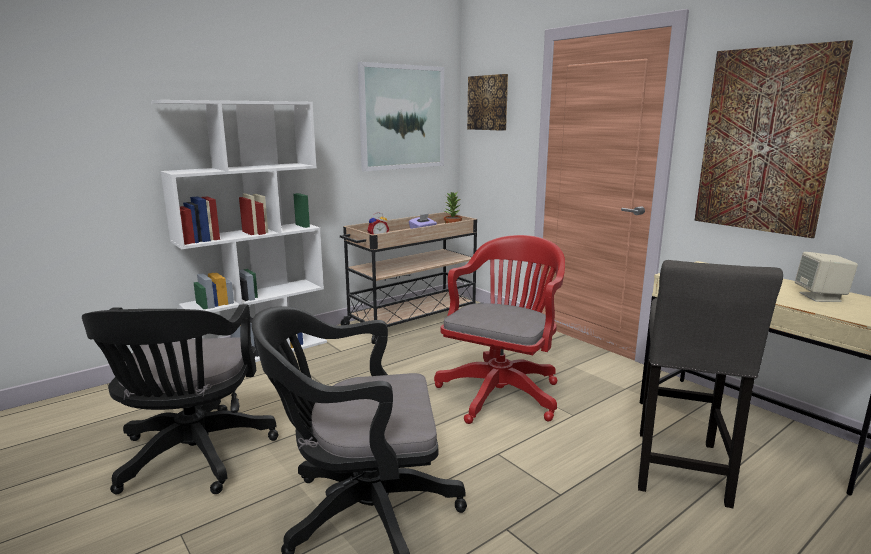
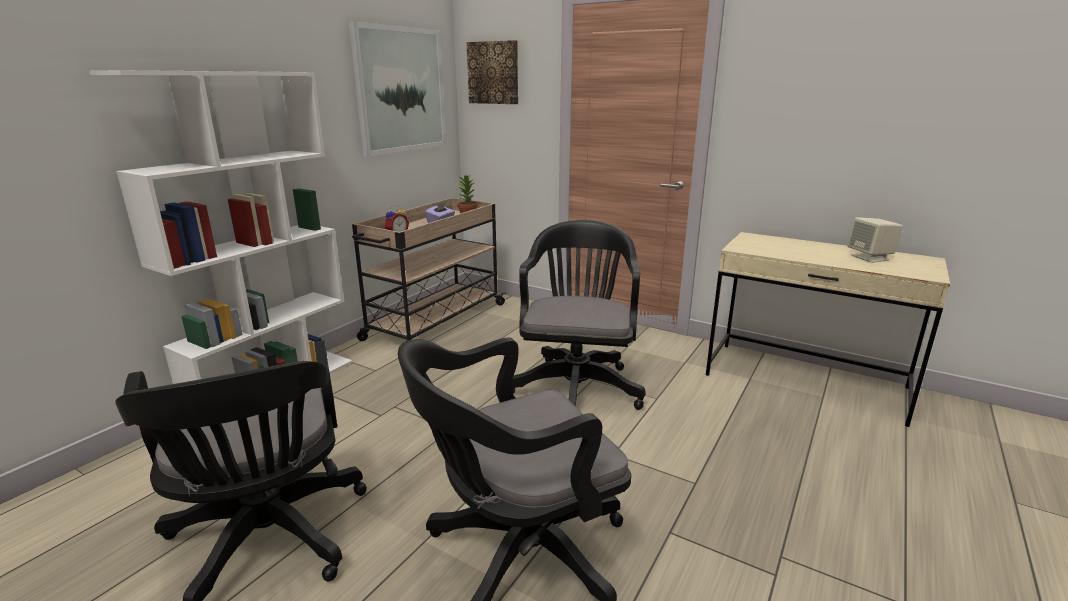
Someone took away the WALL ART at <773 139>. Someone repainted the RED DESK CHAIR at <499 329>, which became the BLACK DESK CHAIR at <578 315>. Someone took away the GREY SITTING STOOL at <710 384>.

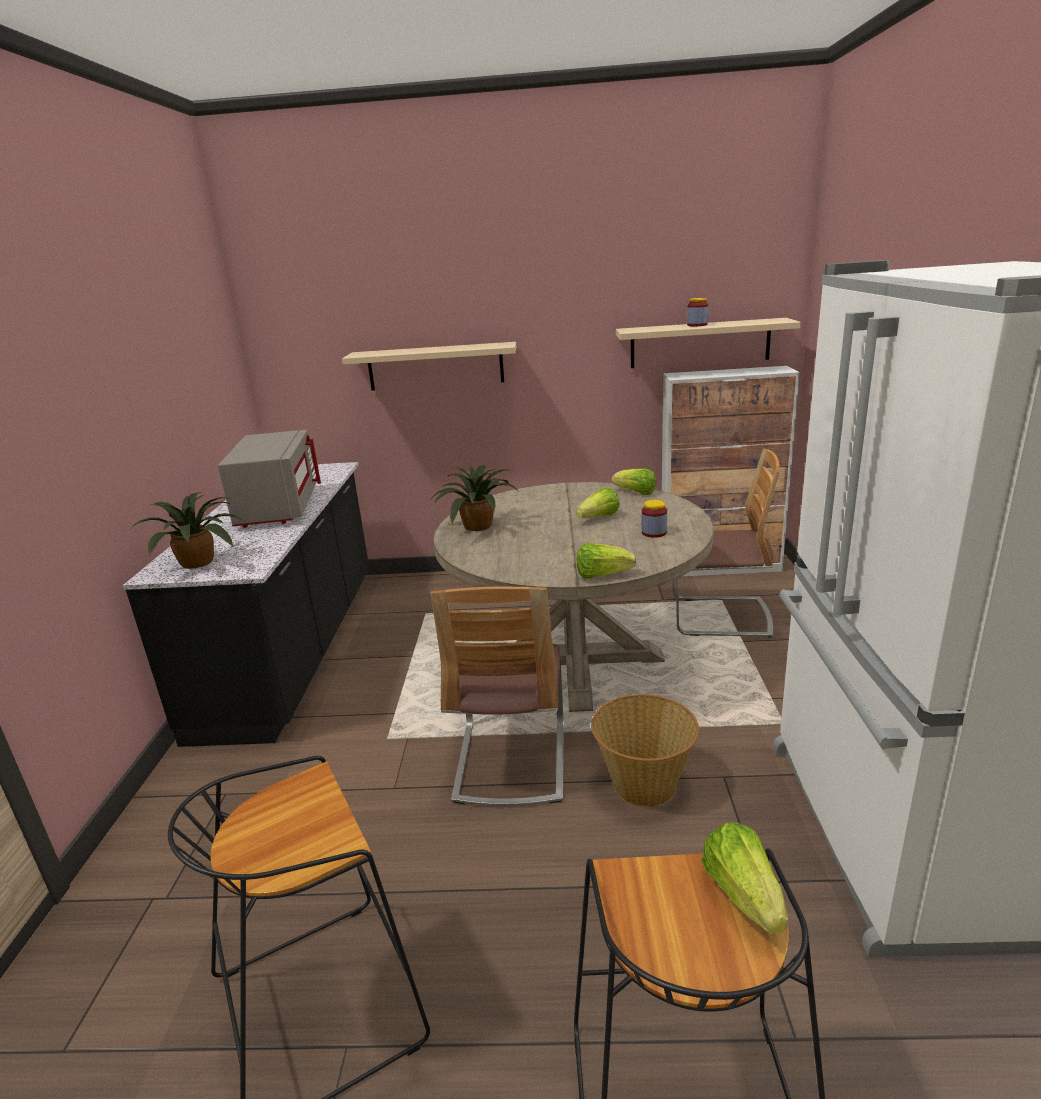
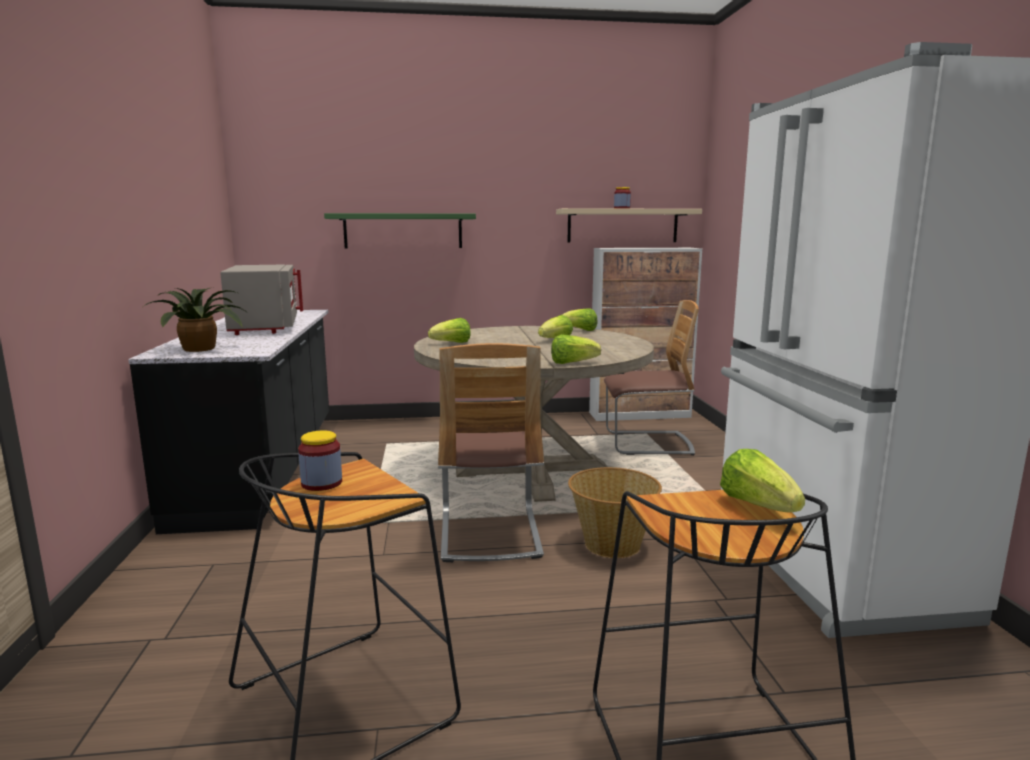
Someone repainted the BEIGE SHELF at <429 366>, which became the GREEN-COLOURED SHELF at <400 230>. Someone swapped the POTTED PLANT at <474 498> for the LETTUCE at <449 330>. Someone carried the JAR from <654 519> to <320 460>.

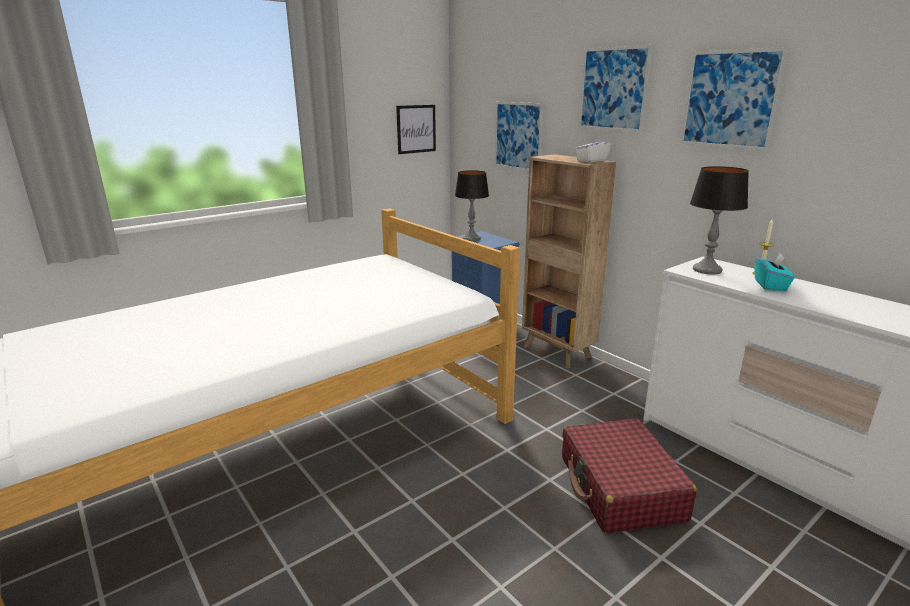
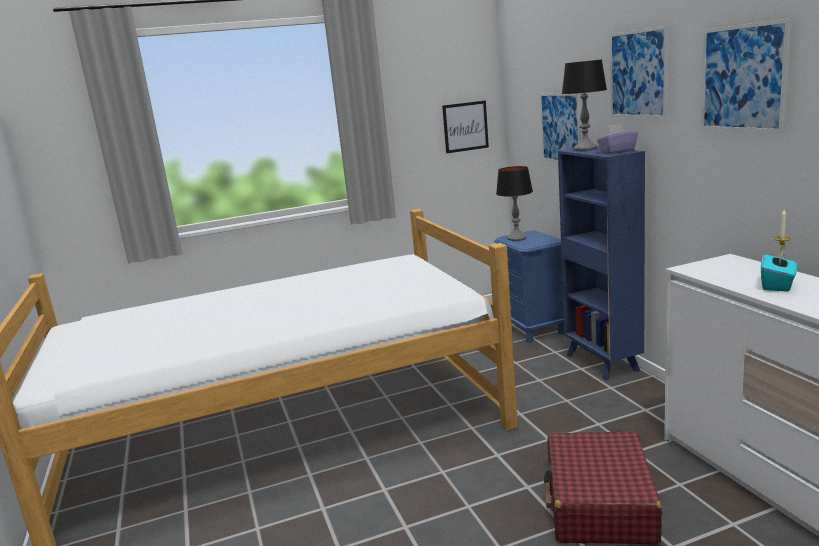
Someone repainted the WHITE-COLOURED BOX OF TISSUES at <593 148>, which became the PURPLISH BOX OF TISSUES at <617 139>. Someone repainted the BROWN-COLOURED SHELVING UNIT at <569 261>, which became the BLUE SHELVING UNIT at <601 263>. Someone carried the LAMP FOR A TABLE from <719 220> to <584 105>.

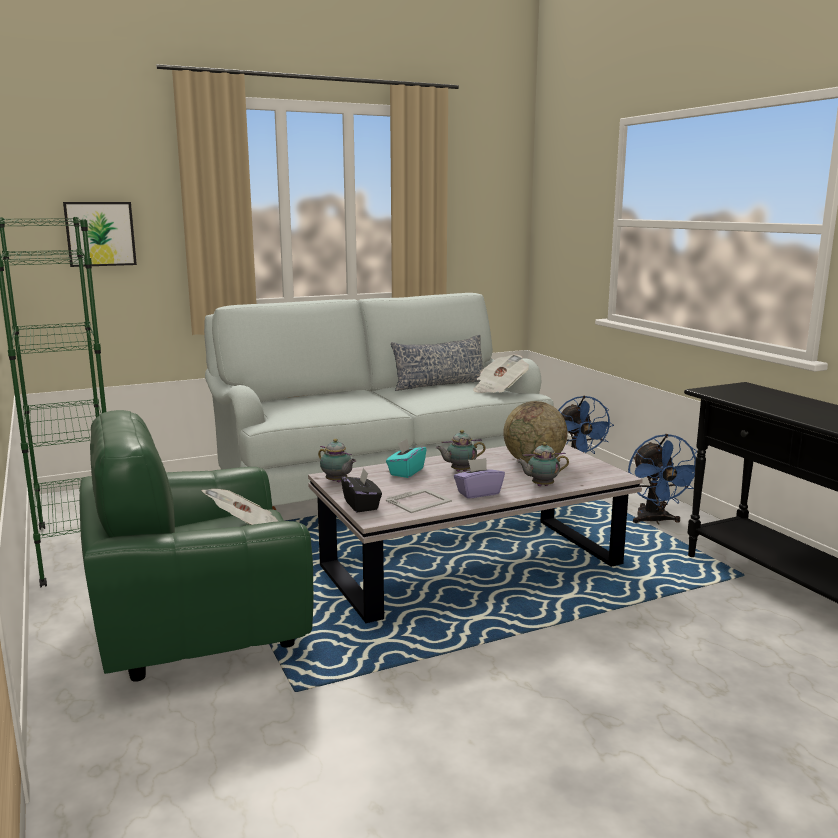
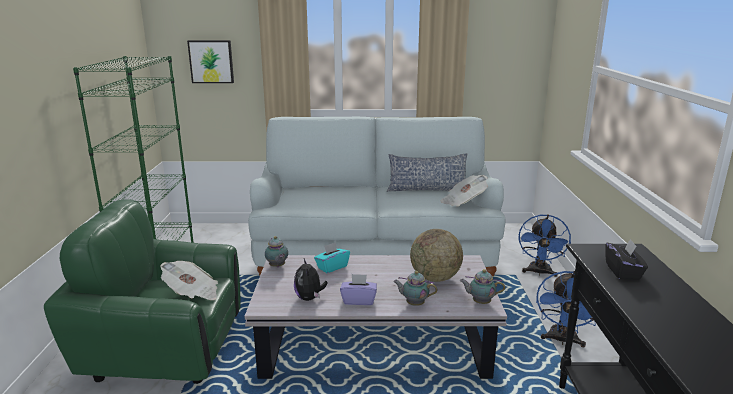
Someone carried the TEA POT from <461 451> to <482 286>. Someone carried the BLACK BOX OF TISSUES from <361 490> to <626 259>. Someone swapped the PHOTO FRAME at <419 501> for the PLUSH TOY at <311 279>.

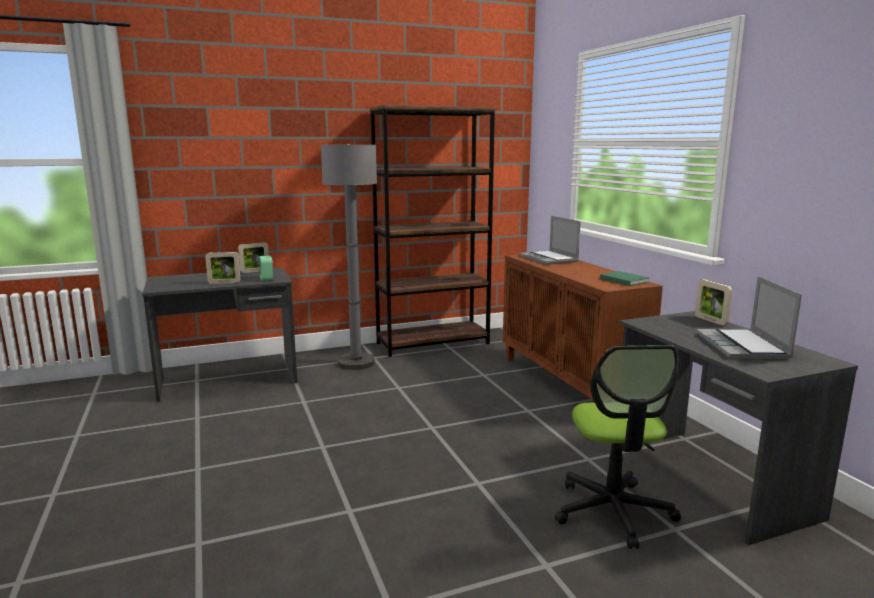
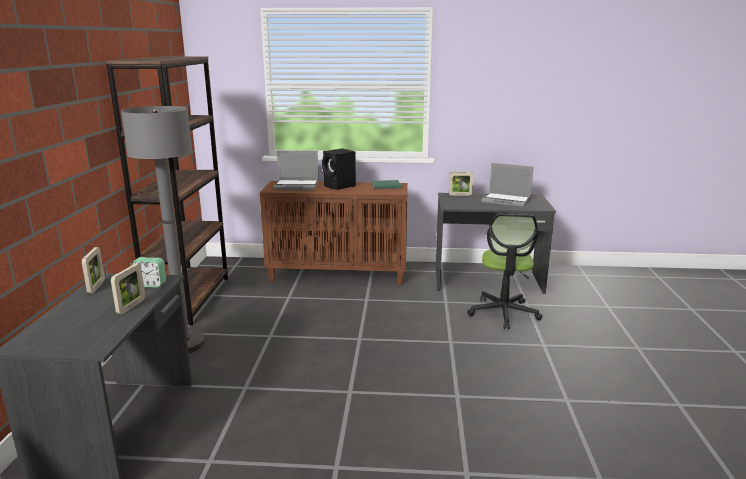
Someone rotated the DESK CHAIR at <618 447> by 75 degrees clockwise. Someone put down the BLACK SPEAKER at <339 169>.

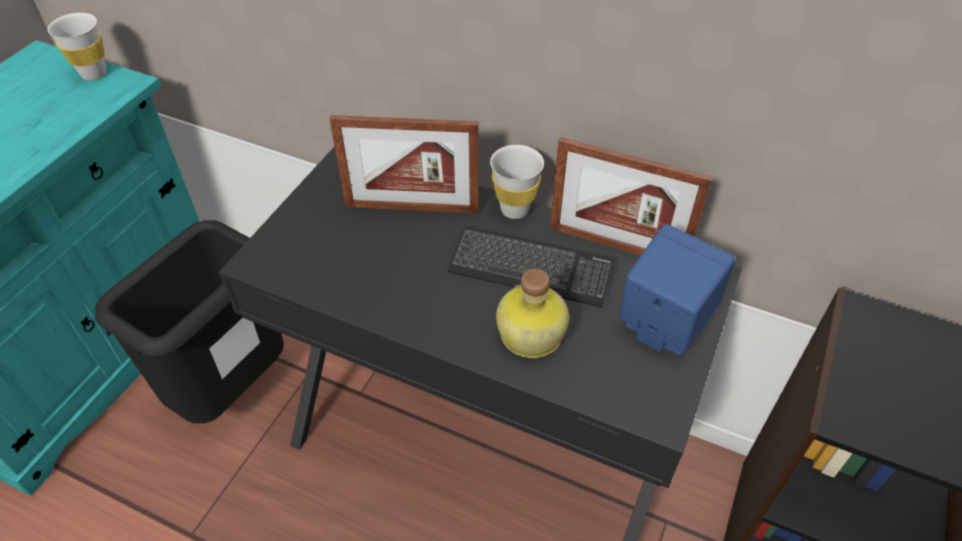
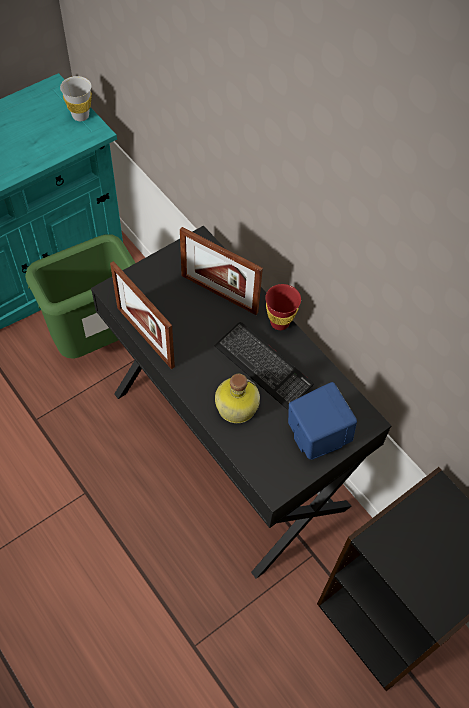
Someone carried the PHOTO FRAME from <631 196> to <142 315>. Someone repainted the WHITE-COLOURED CUP at <517 182>, which became the RED CUP at <283 307>. Someone repainted the BLACK WASTE BIN at <189 322>, which became the GREEN-COLOURED WASTE BIN at <80 296>.

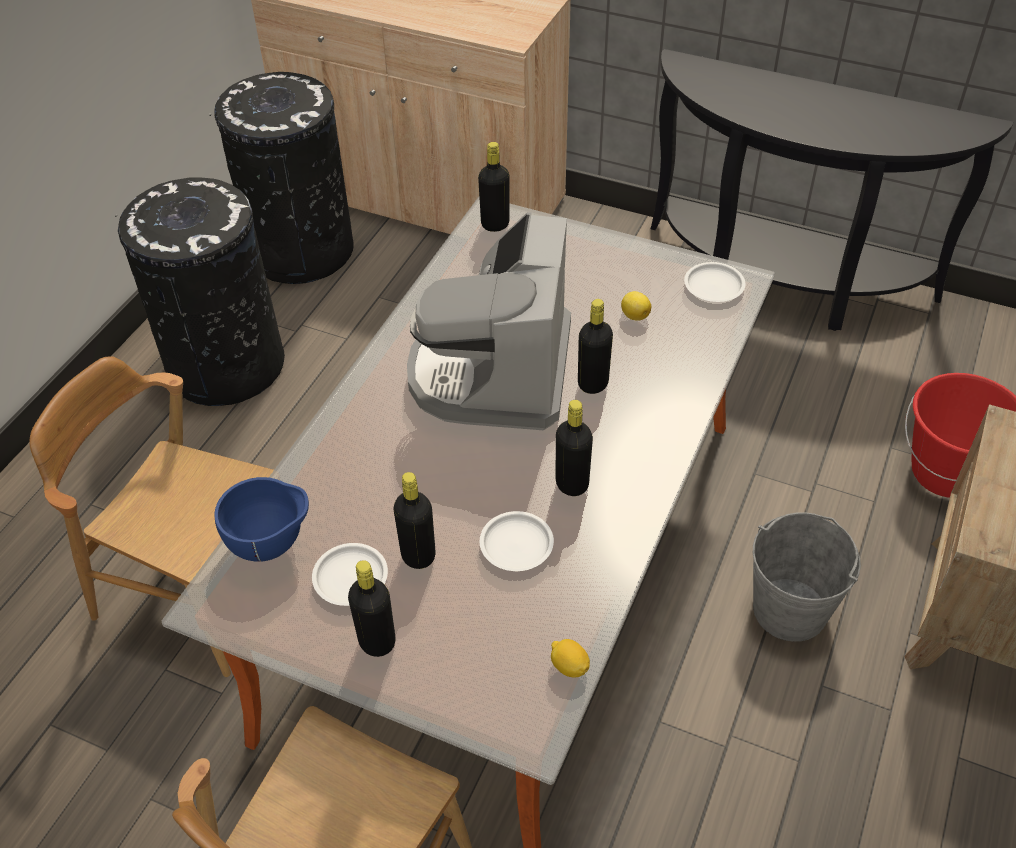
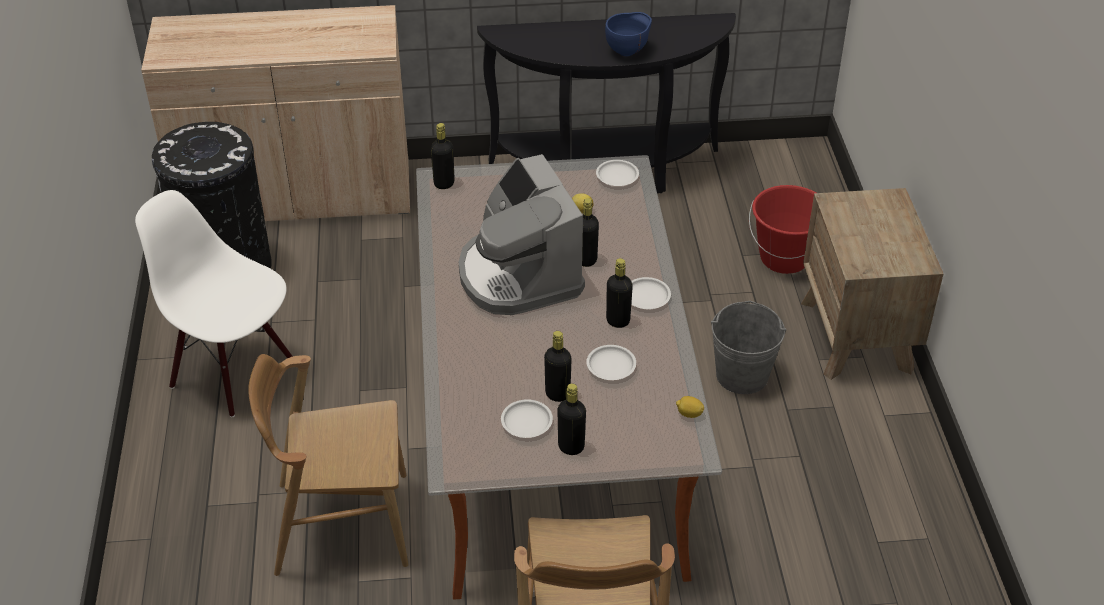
Someone swapped the BLACK WASTE BIN at <200 291> for the WHITE-COLOURED UPRIGHT CHAIR at <214 303>. Someone carried the BLUE BOWL from <262 519> to <628 34>. Someone put down the WHITE-COLOURED FLAT DISH at <651 293>.

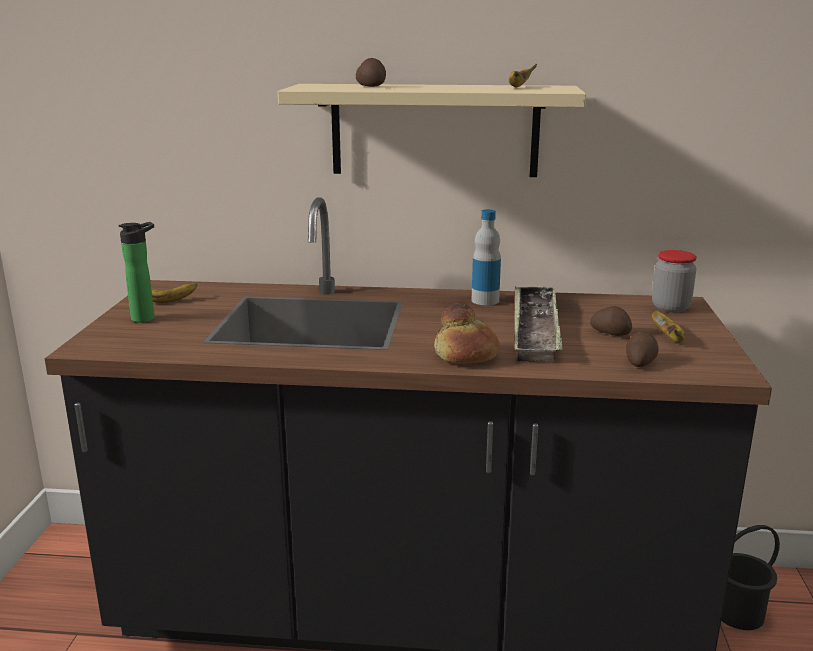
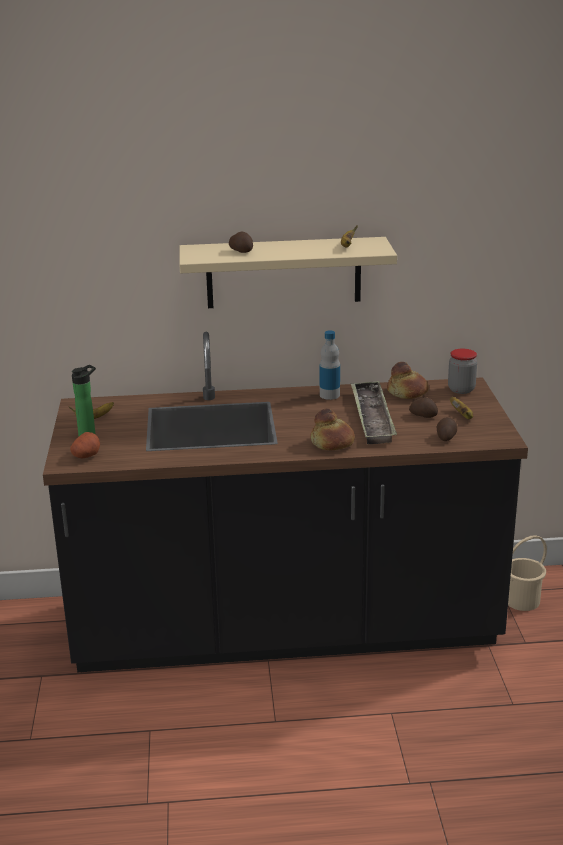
Someone repainted the BLACK BUCKET at <750 577>, which became the BEIGE BUCKET at <527 573>. Someone put down the BREAD at <407 380>. Someone put down the SPUD at <85 445>.

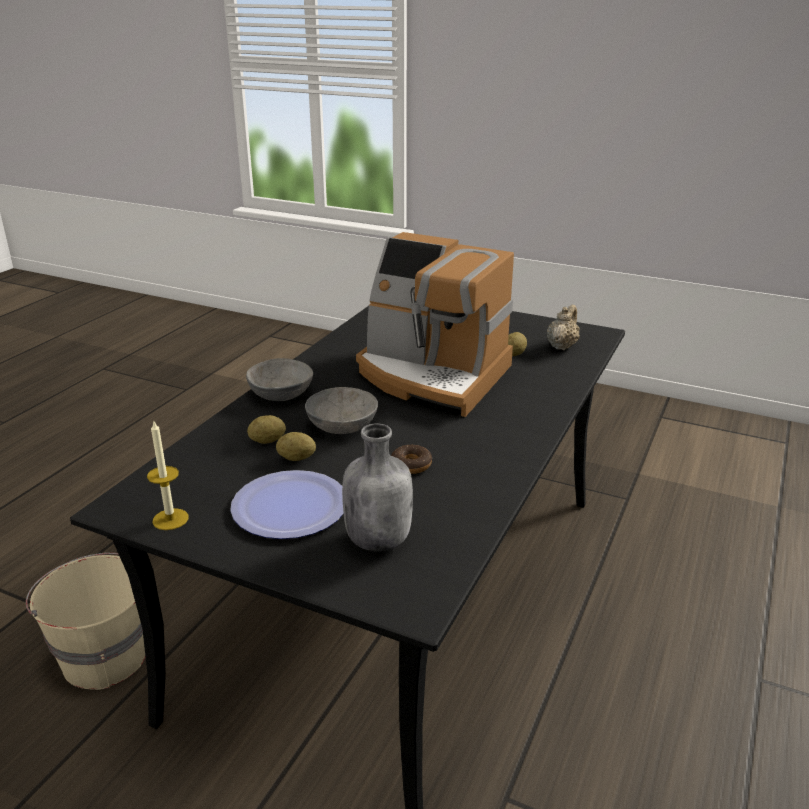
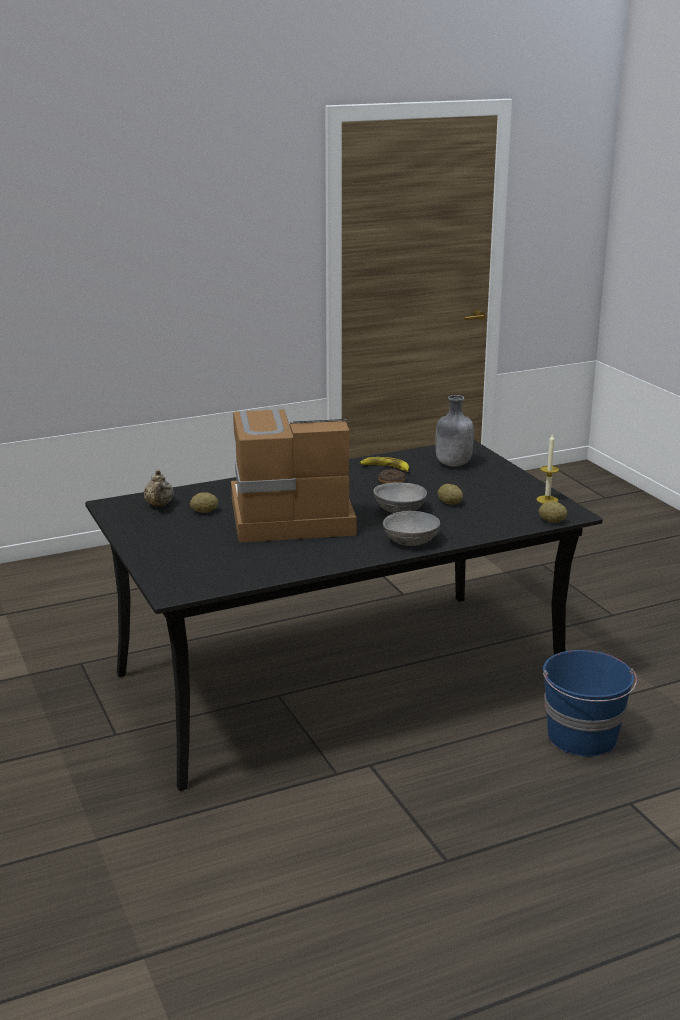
Someone rotated the COFFEE BREWER at <435 324> by 75 degrees counterclockwise. Someone rotated the BEIGE TEA POT at <563 328> by 75 degrees counterclockwise. Someone carried the SPUD from <266 429> to <553 512>. Someone took away the FLAT DISH at <287 504>. Someone repainted the BEIGE BUCKET at <86 621>, which became the BLUE BUCKET at <590 703>. Someone put down the WHOLE BANANA at <384 464>.

